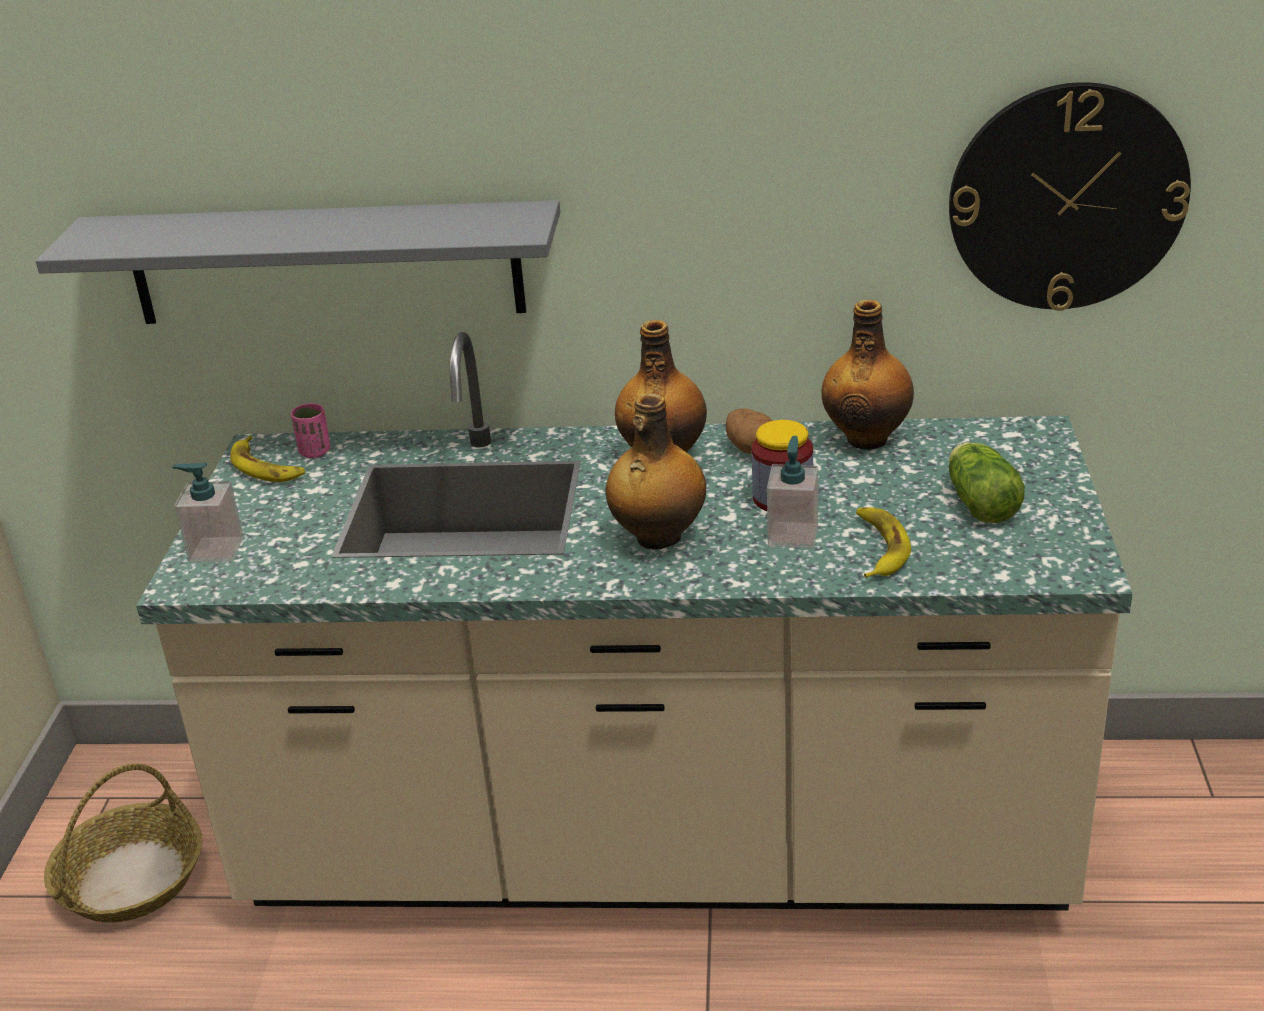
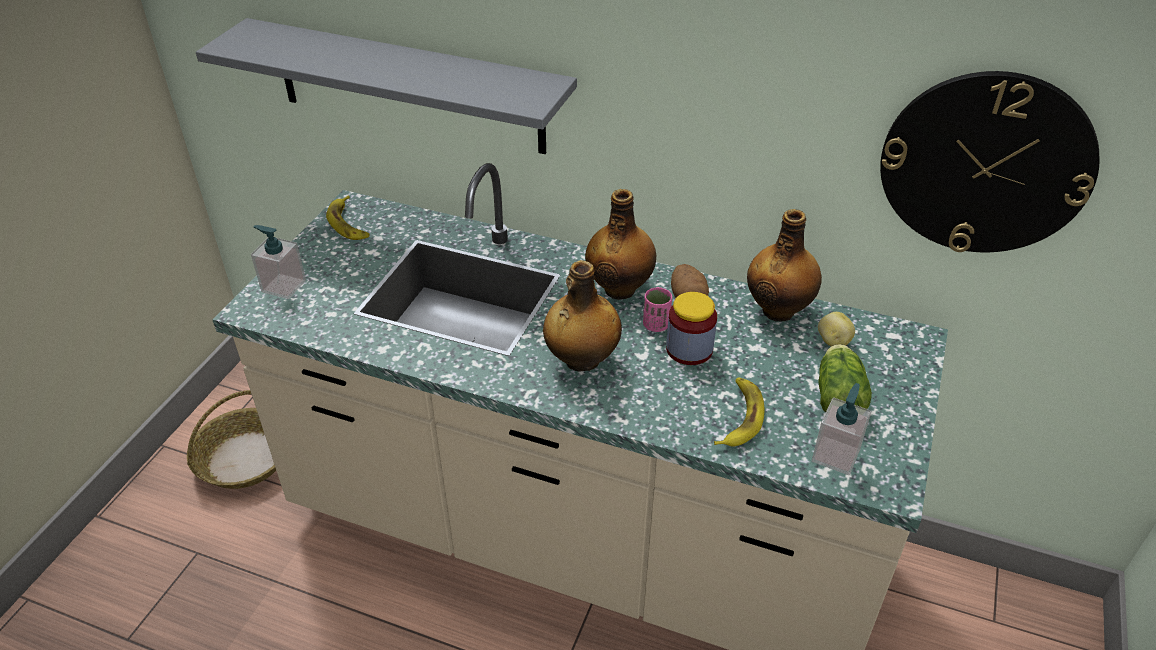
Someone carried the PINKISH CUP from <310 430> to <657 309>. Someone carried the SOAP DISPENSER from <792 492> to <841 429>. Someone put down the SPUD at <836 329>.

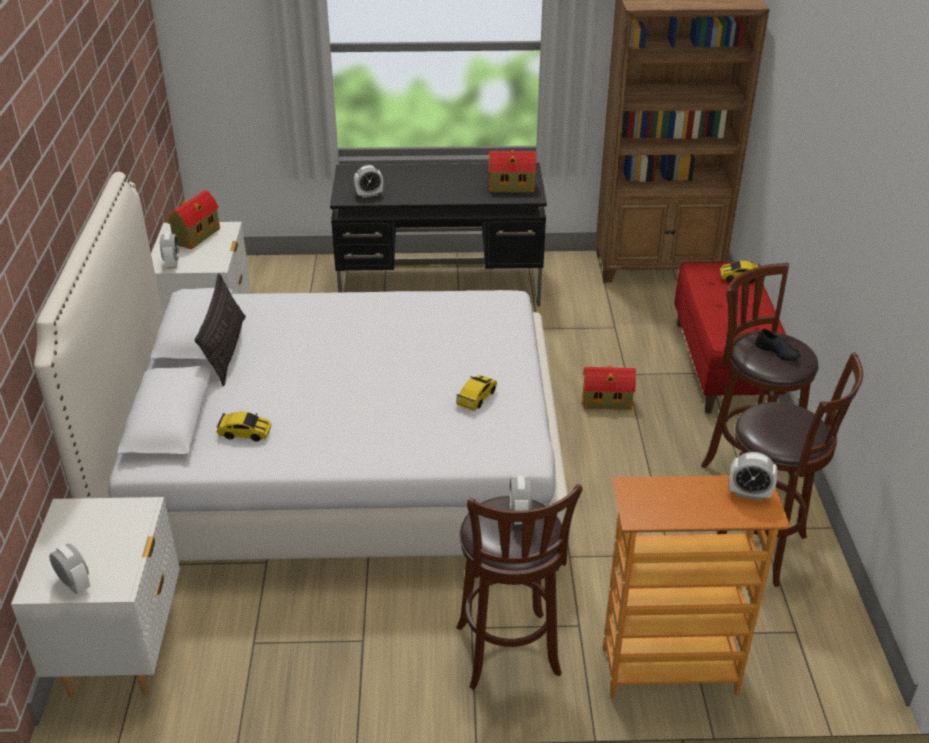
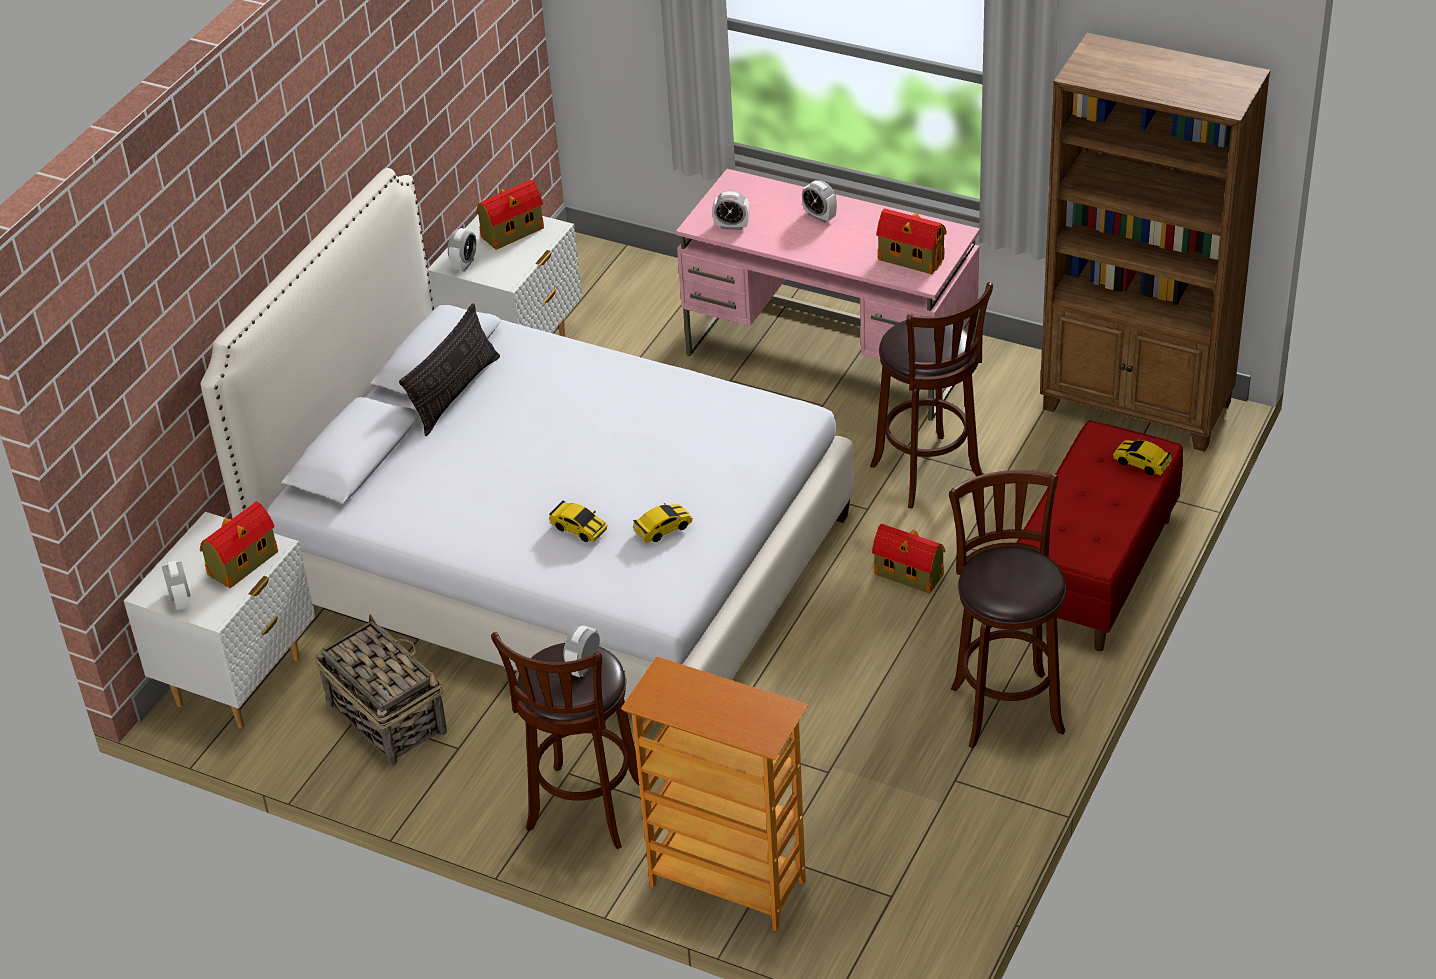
Someone repainted the BLACK DESK TABLE at <438 234>, which became the PINKISH DESK TABLE at <828 295>. Someone took away the BLACK ITEM OF FOOTWEAR at <778 345>. Someone carried the BROWN-COLOURED SITTING STOOL from <790 470> to <931 395>. Someone carried the MODEL CAR from <243 427> to <578 521>. Someone carried the ALARM CLOCK from <753 476> to <819 201>. Someone put down the MODEL HOUSE at <239 544>. Someone put down the BASKET at <381 690>.

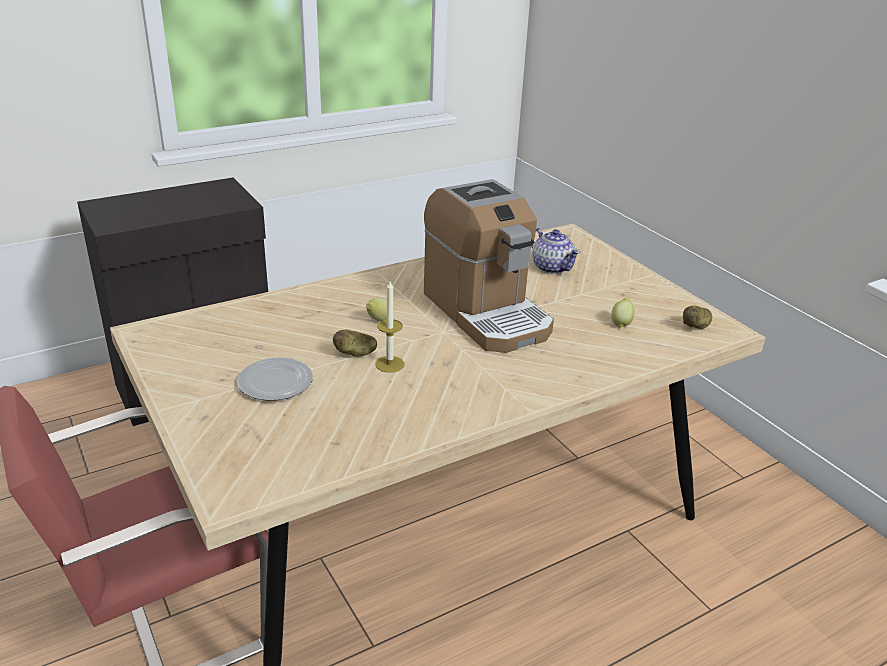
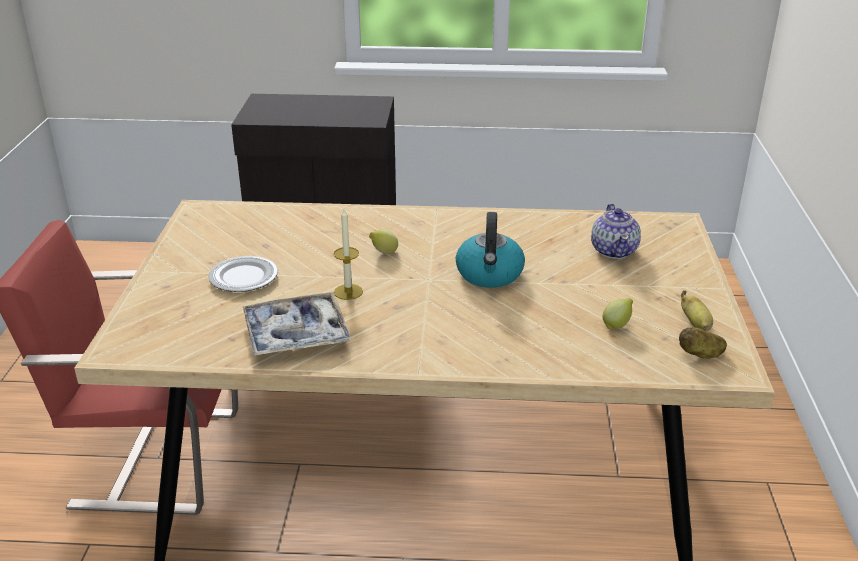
Someone swapped the COFFEE BREWER at <489 266> for the WATER KETTLE at <490 250>. Someone took away the SPUD at <355 343>. Someone put down the WHOLE BANANA at <697 310>. Someone put down the CARRYING TRAY at <297 324>.

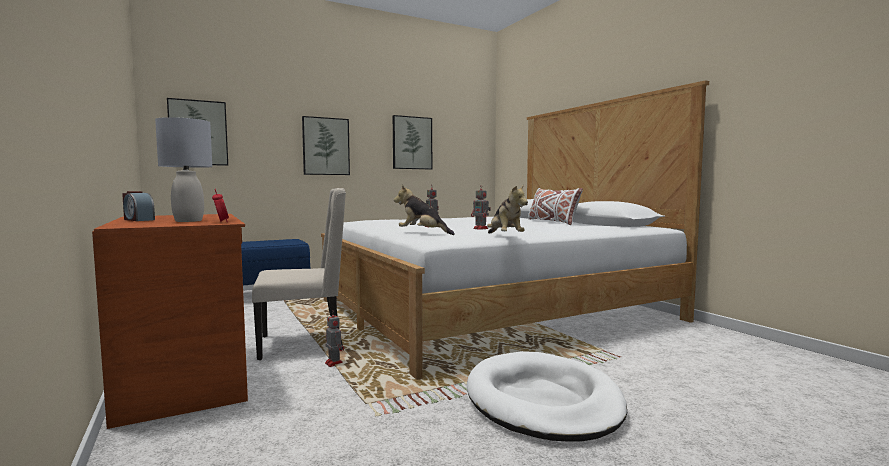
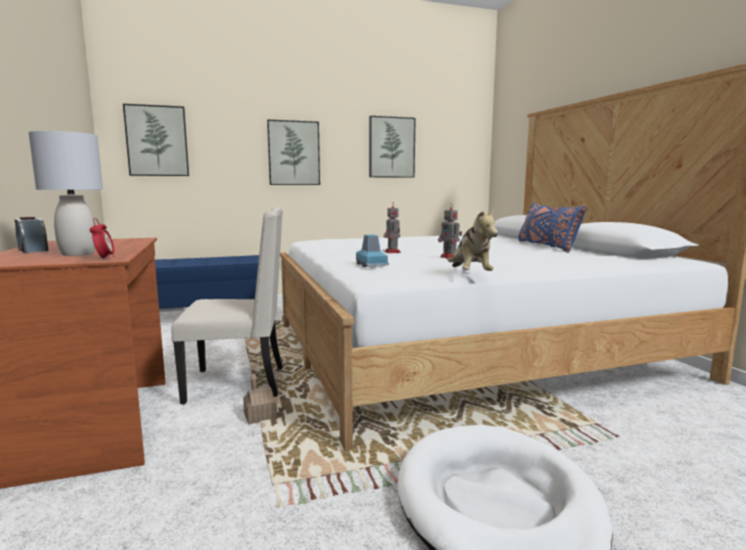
Someone swapped the PLUSH TOY at <424 210> for the BLUE MODEL CAR at <372 251>. Someone repainted the WHITE-COLOURED THROW PILLOW at <555 206>, which became the BLUE THROW PILLOW at <552 228>. Someone swapped the TOY ROBOT at <334 339> for the MODEL HOUSE at <260 399>.

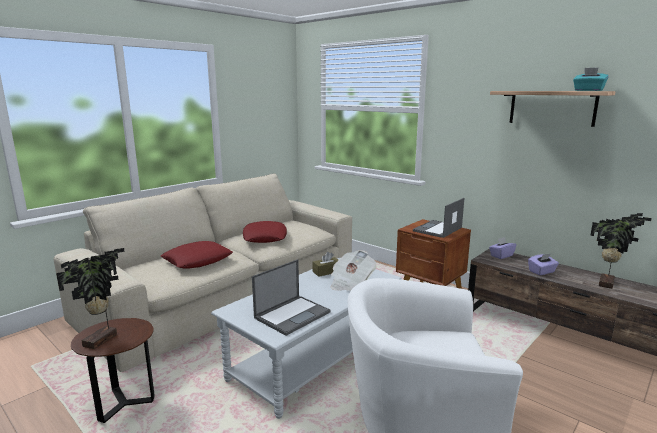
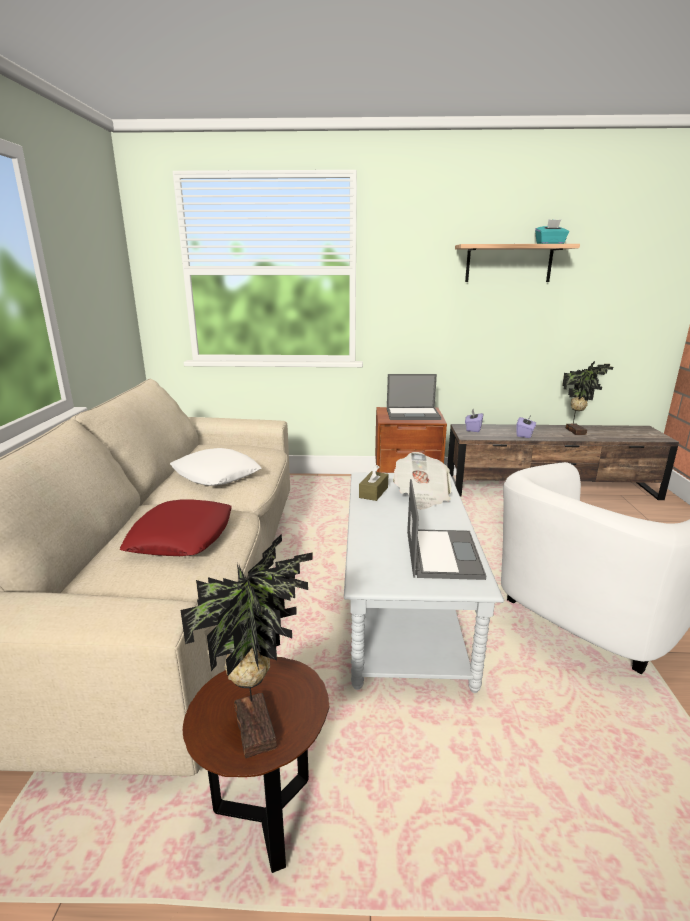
Someone rotated the PORTABLE COMPUTER at <438 218> by 90 degrees counterclockwise. Someone repainted the RED THROW PILLOW at <265 232>, which became the WHITE-COLOURED THROW PILLOW at <215 467>.

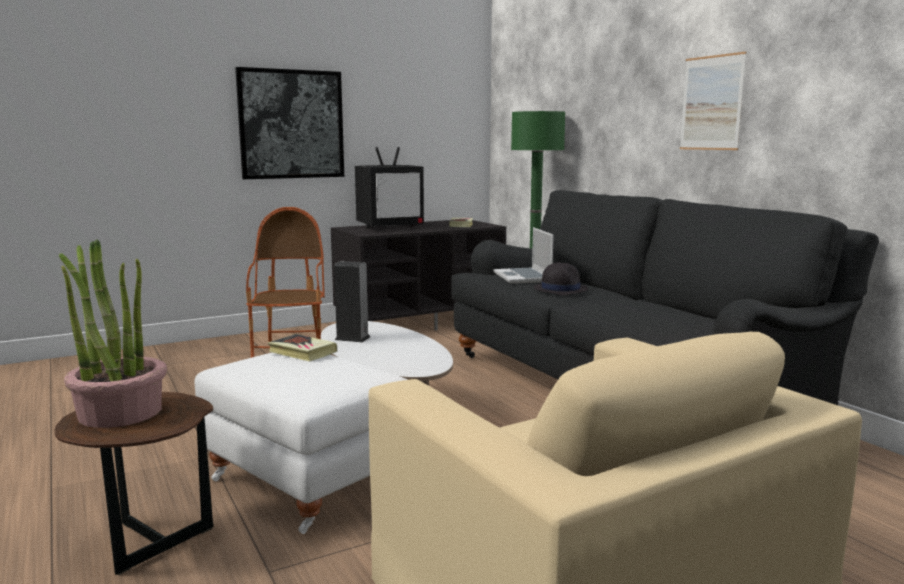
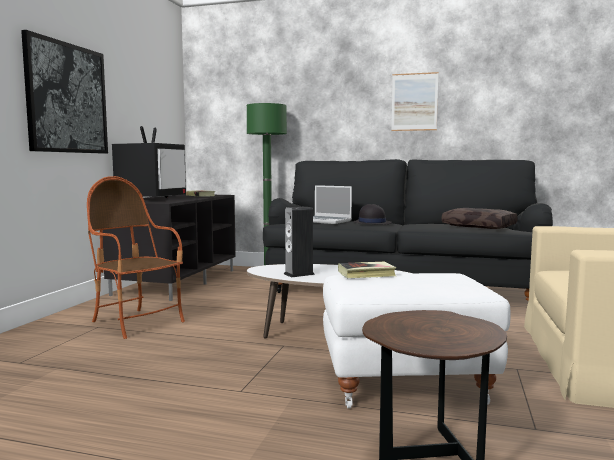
Someone took away the POTTED PLANT at <113 333>. Someone put down the BROWN-COLOURED THROW PILLOW at <480 218>.

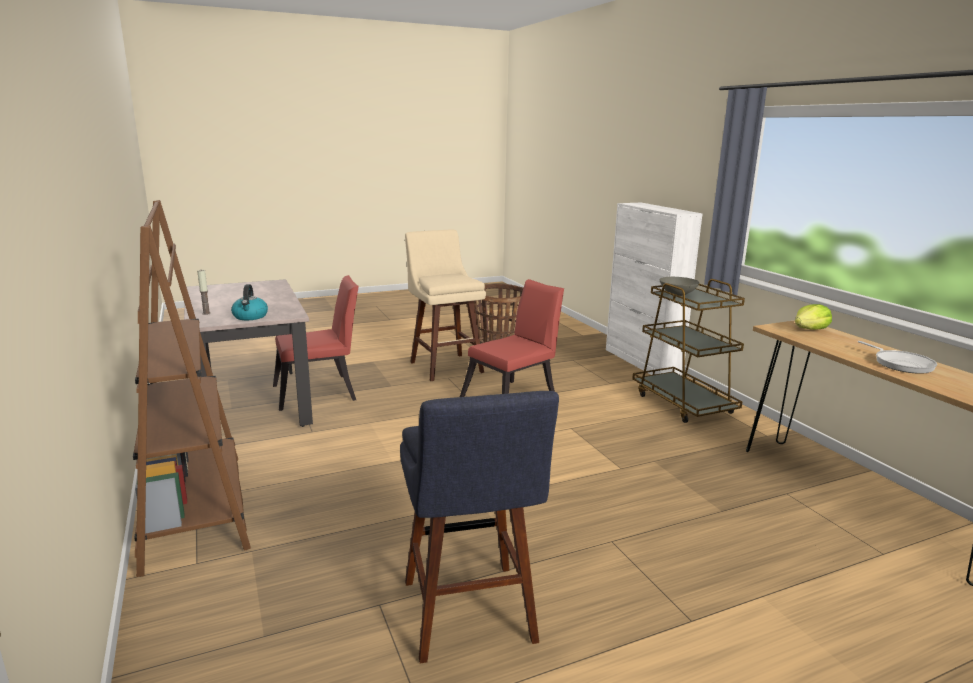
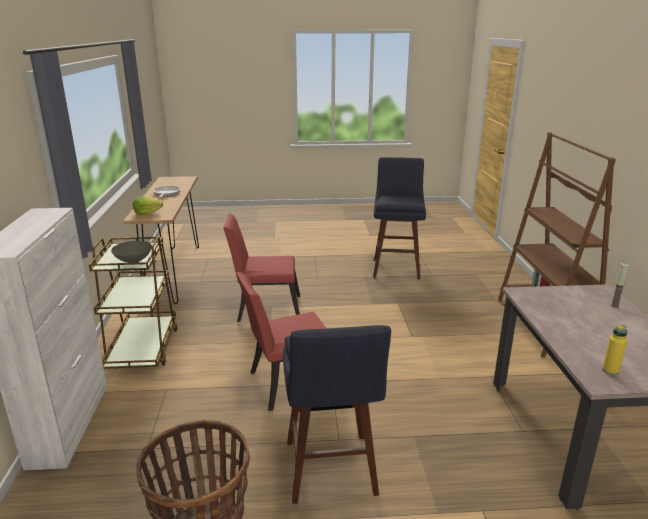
Someone repainted the BEIGE SITTING STOOL at <445 305>, which became the BLUE SITTING STOOL at <337 414>. Someone carried the RED UPRIGHT CHAIR from <316 343> to <261 268>. Someone took away the WATER KETTLE at <249 302>. Someone put down the YELLOW BEVERAGE BOTTLE at <614 350>.

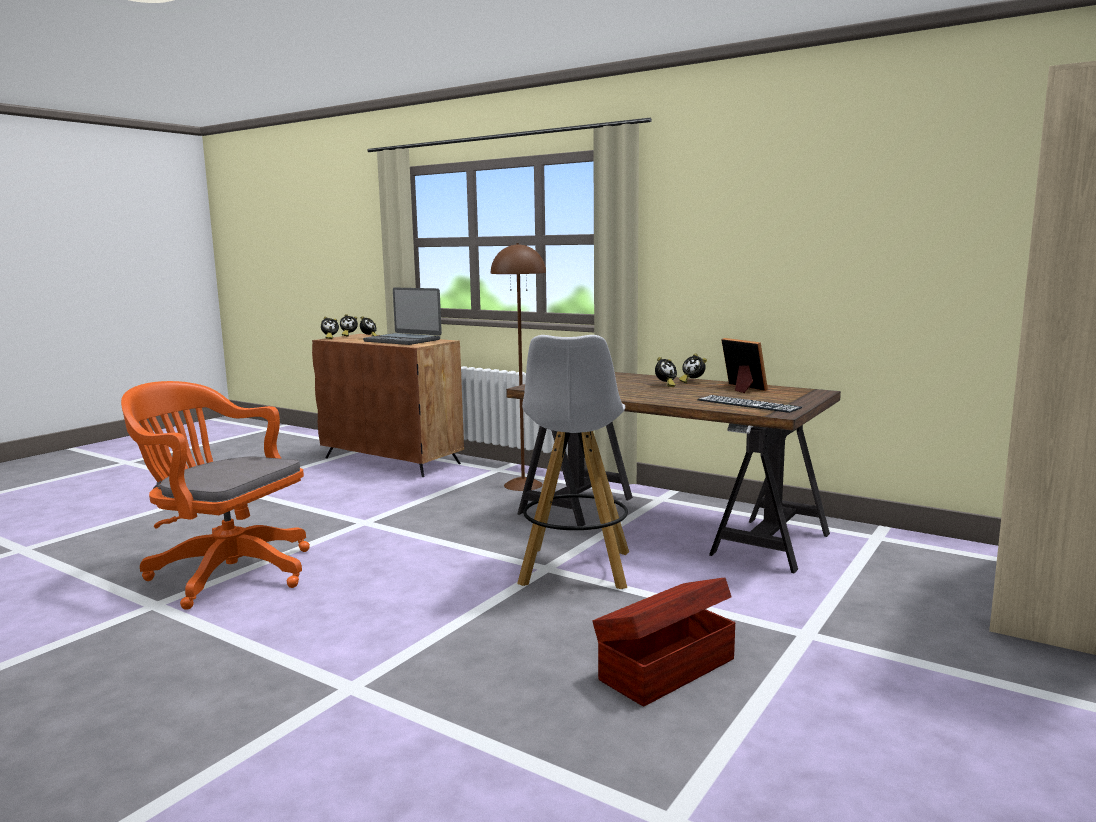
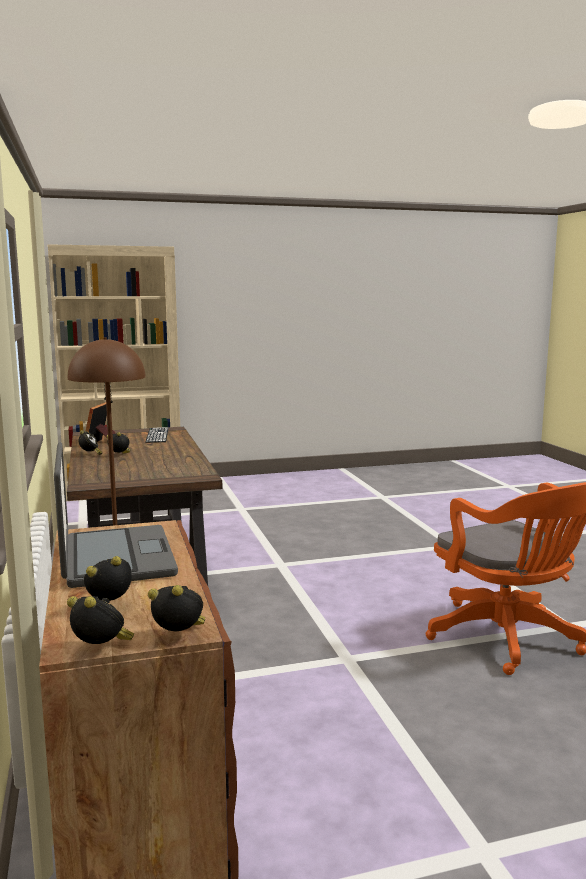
Someone took away the WHITE-COLOURED SITTING STOOL at <573 462>. Someone took away the BROWN-COLOURED STORAGE BOX at <664 642>.

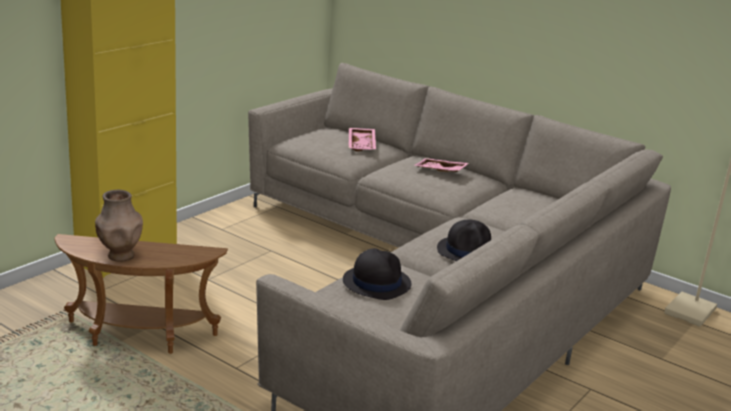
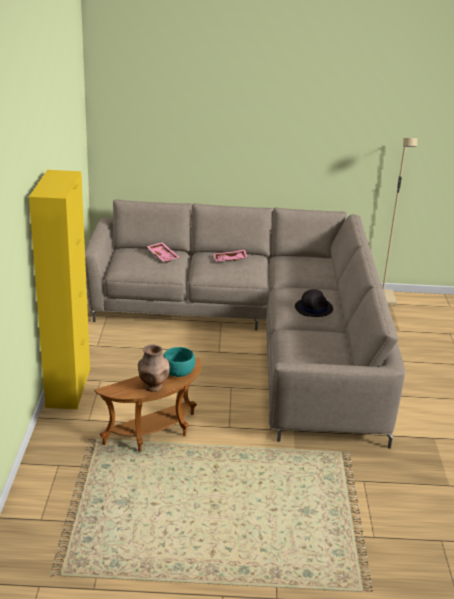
Someone took away the BLACK CLOTHING HAT at <377 274>. Someone put down the TURQUOISE-COLOURED BOWL at <179 362>.

